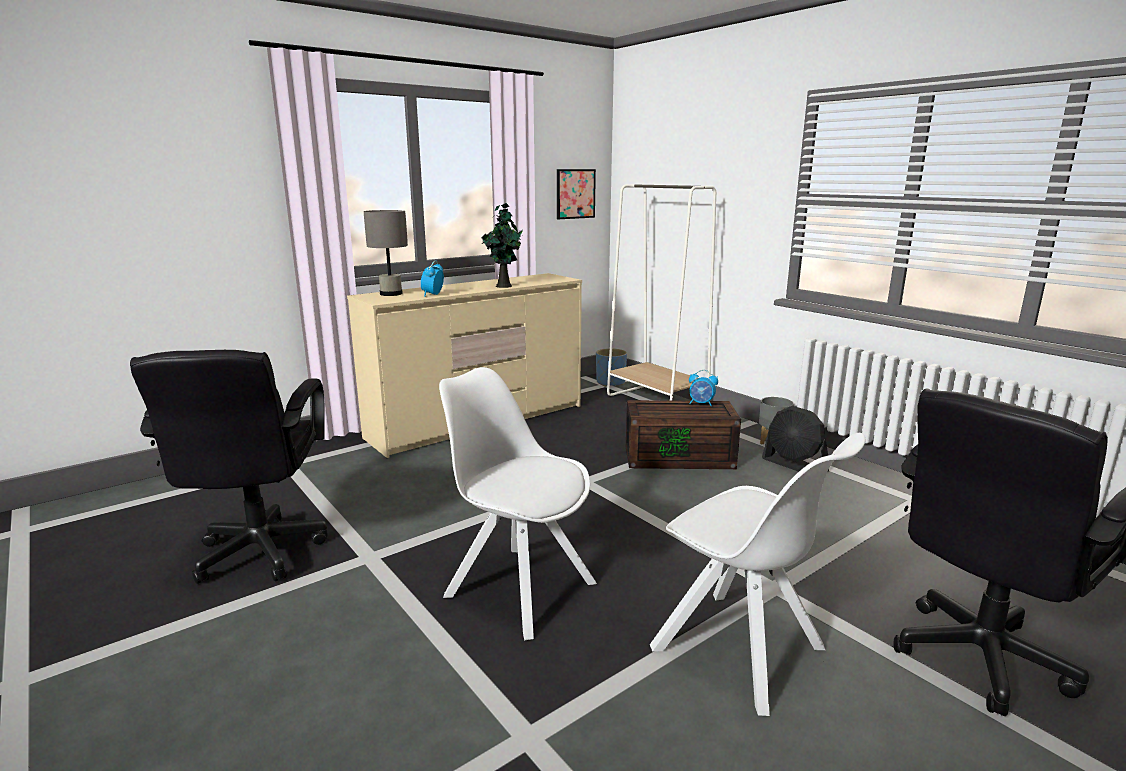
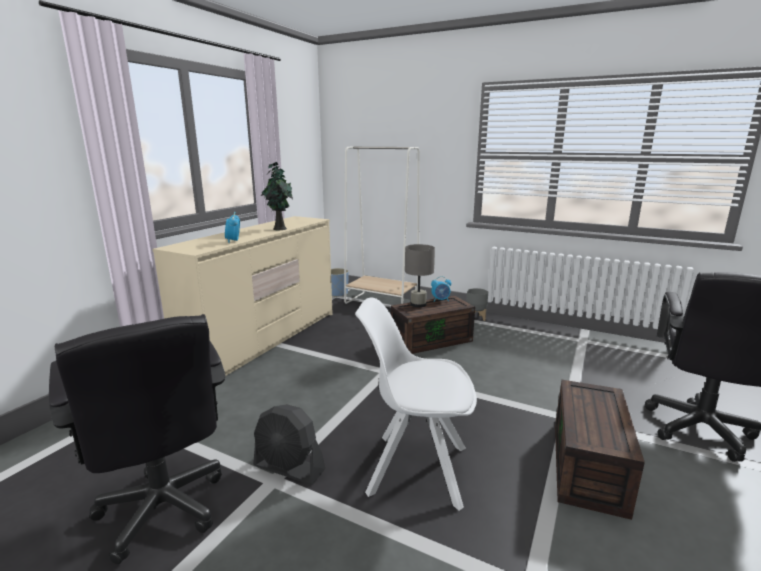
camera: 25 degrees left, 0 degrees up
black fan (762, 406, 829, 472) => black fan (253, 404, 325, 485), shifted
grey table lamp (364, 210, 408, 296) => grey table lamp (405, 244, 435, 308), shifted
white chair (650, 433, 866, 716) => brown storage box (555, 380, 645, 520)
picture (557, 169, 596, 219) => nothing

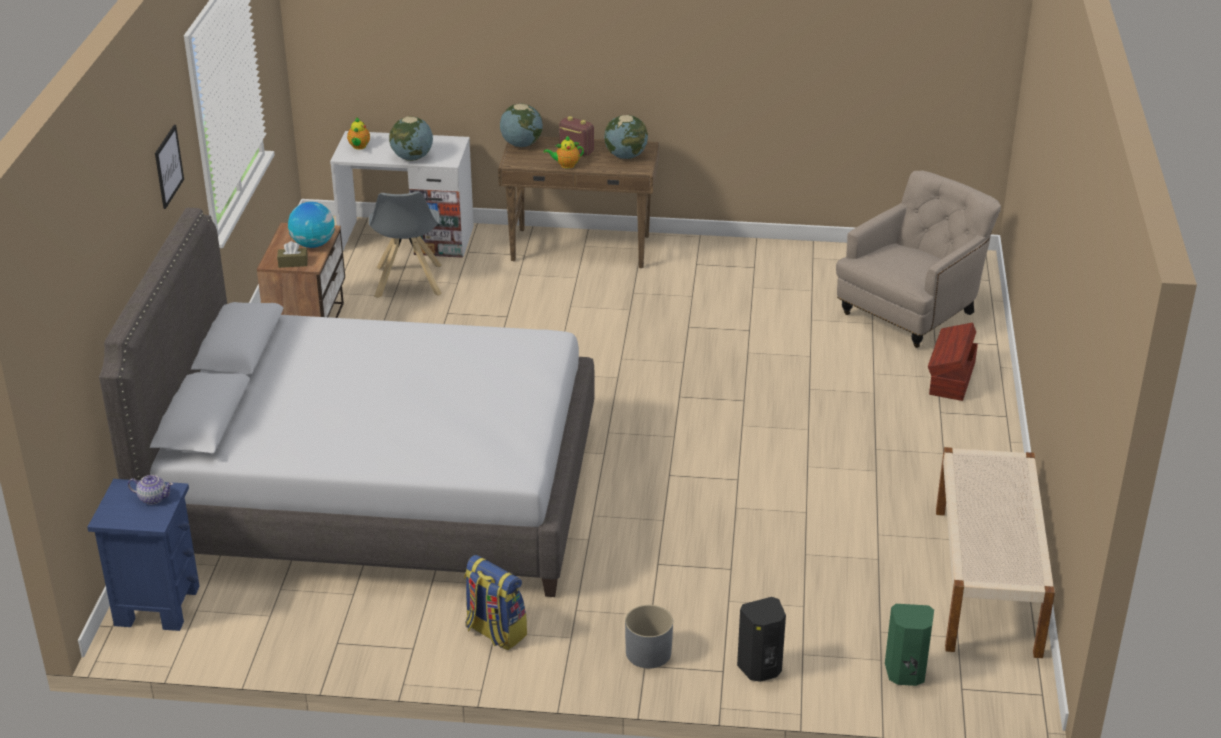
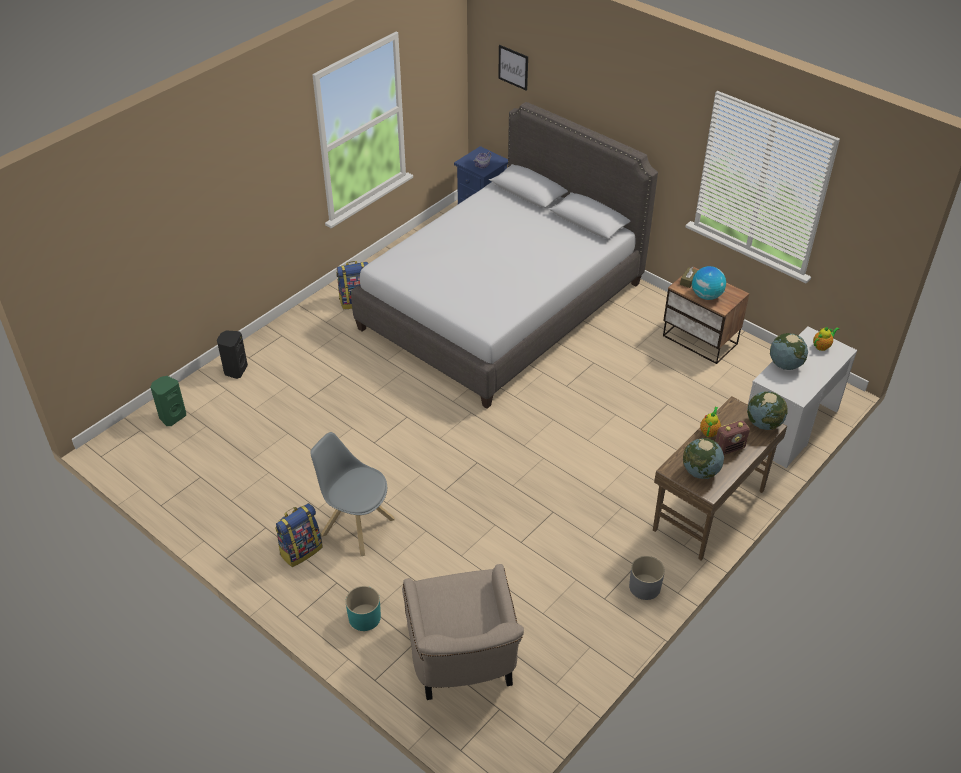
camera: 125 degrees right, 10 degrees up
nothing => backpack (275, 503, 323, 567)
grey chair (368, 192, 442, 298) => grey chair (310, 432, 395, 556), shifted
brown storage box (928, 322, 978, 401) => turquoise planter (346, 586, 381, 631)
picture (155, 125, 184, 209) => picture (498, 45, 528, 91), shifted
grey planter (625, 605, 673, 669) => grey planter (629, 556, 665, 600), shifted
teapot (347, 118, 370, 150) => teapot (813, 327, 839, 351), 105 degrees clockwise
beige bench (936, 447, 1055, 658) => nothing

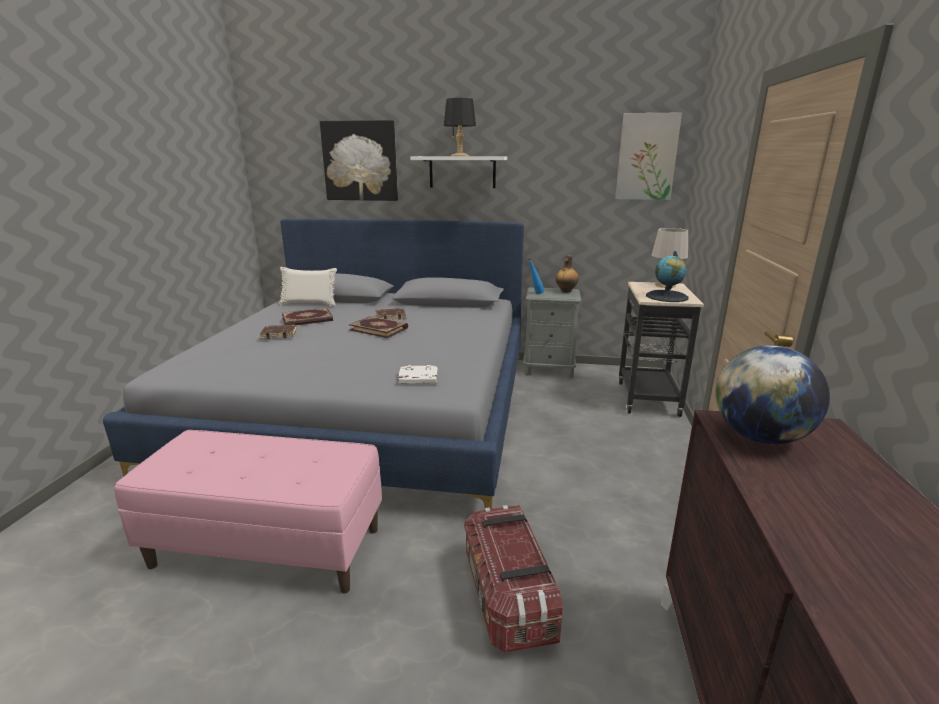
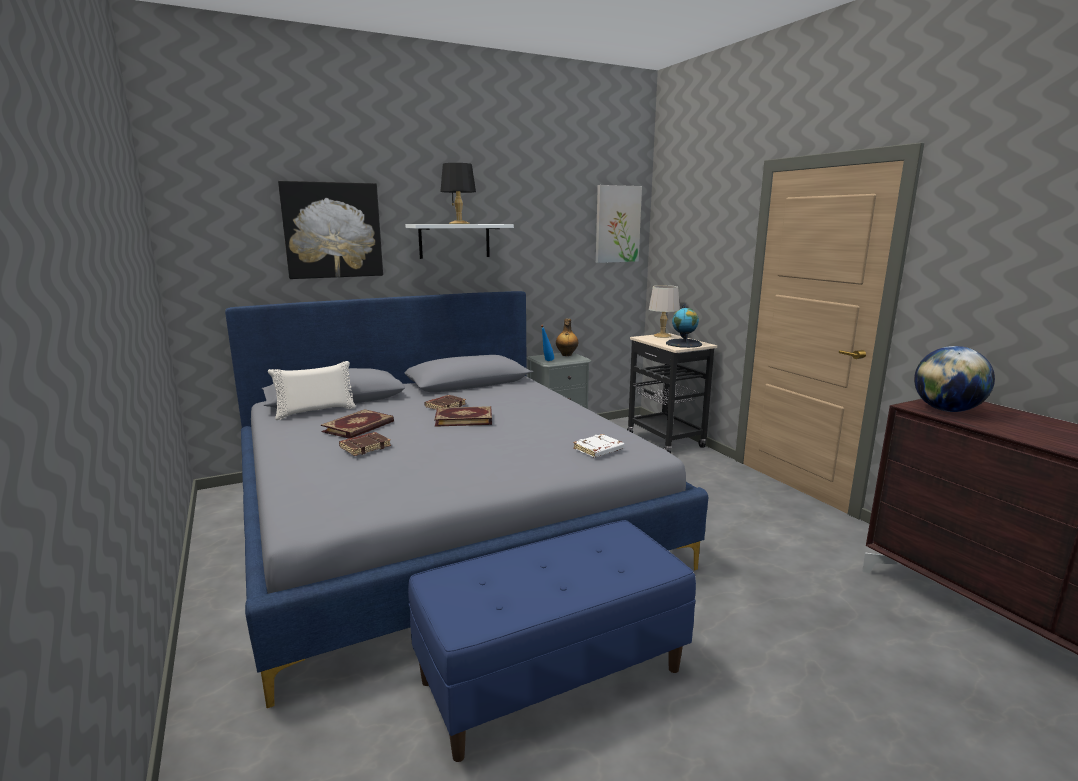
camera: 35 degrees left, 5 degrees down
pink bench (114, 430, 382, 593) => blue bench (408, 520, 696, 762)
storage box (464, 505, 563, 653) => nothing

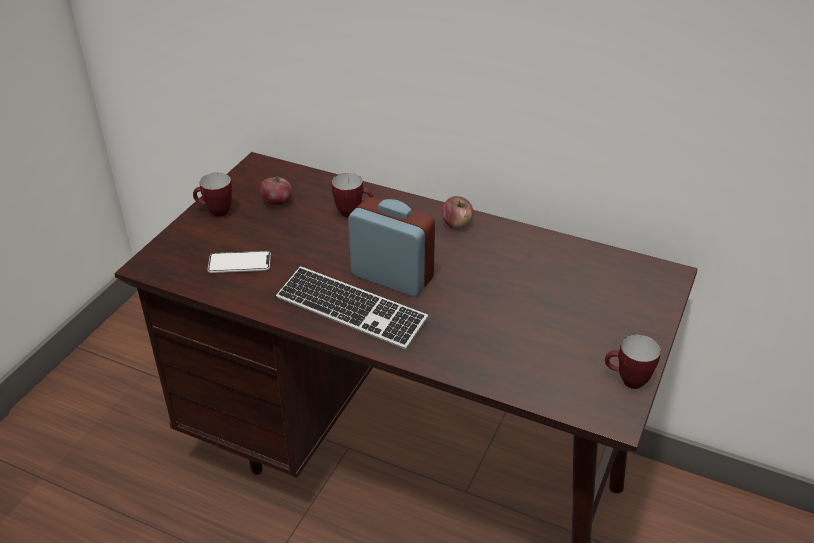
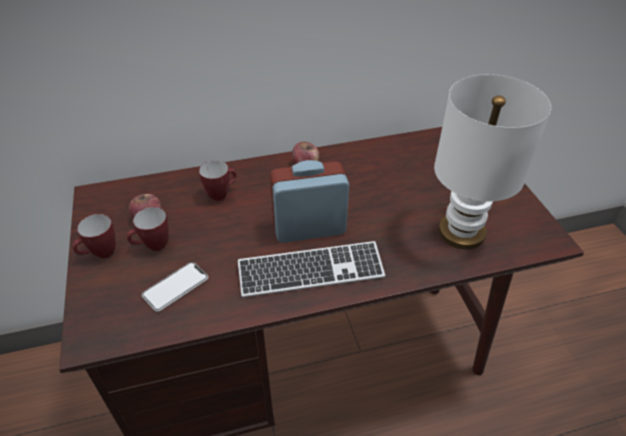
camera: 40 degrees left, 5 degrees up
mug (605, 335, 661, 389) => mug (127, 207, 169, 251), shifted
nothing => white table lamp (434, 74, 551, 250)

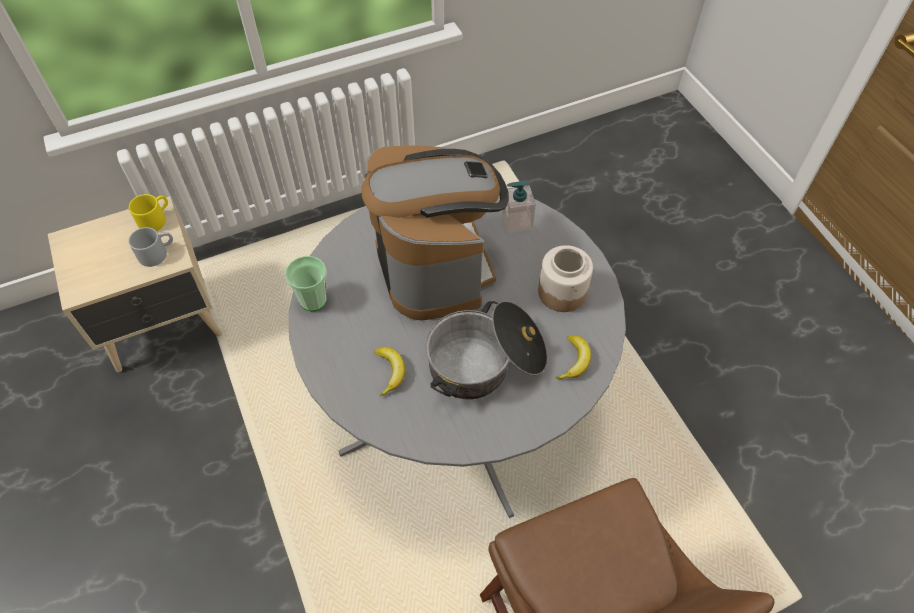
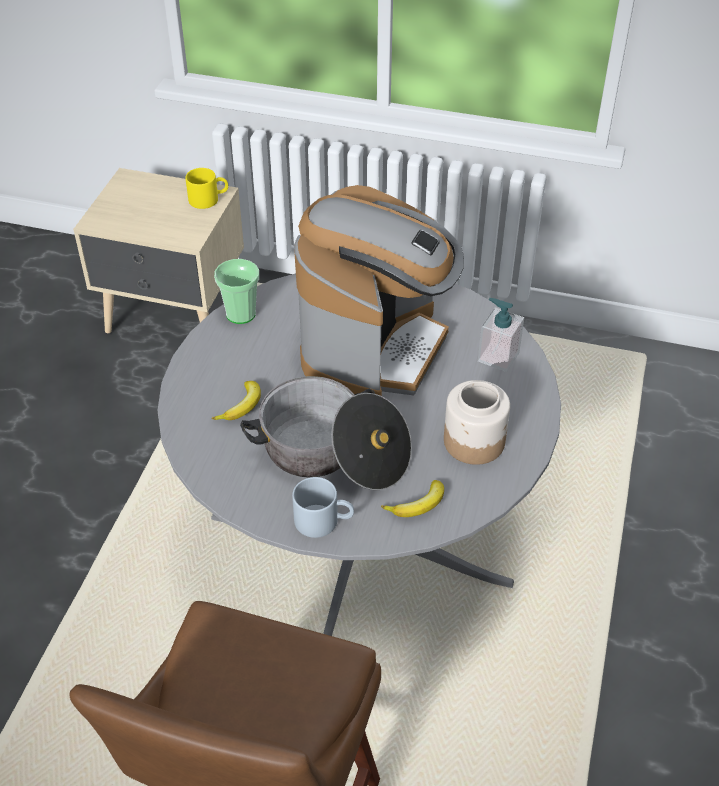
camera: 40 degrees right, 10 degrees down
grey mug (128, 227, 173, 267) => grey mug (292, 477, 354, 538), shifted

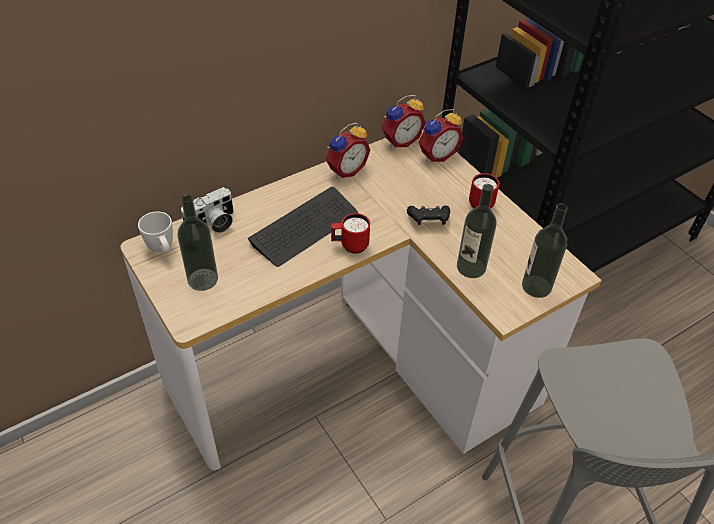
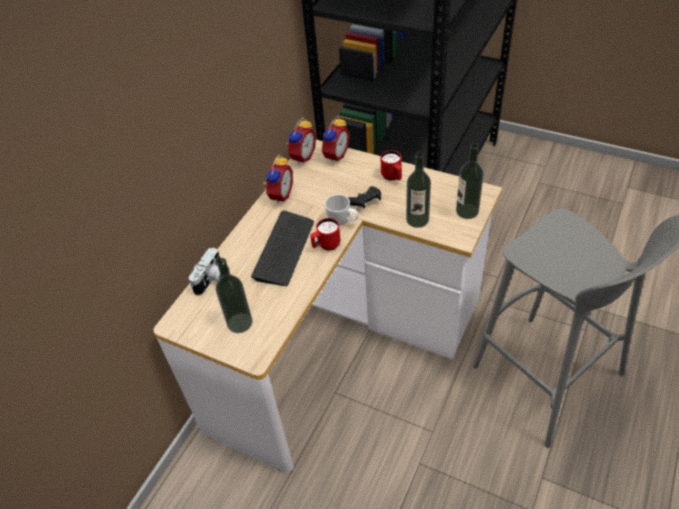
camera: 25 degrees left, 0 degrees up
white mug (138, 211, 173, 253) => white mug (325, 194, 359, 226), shifted

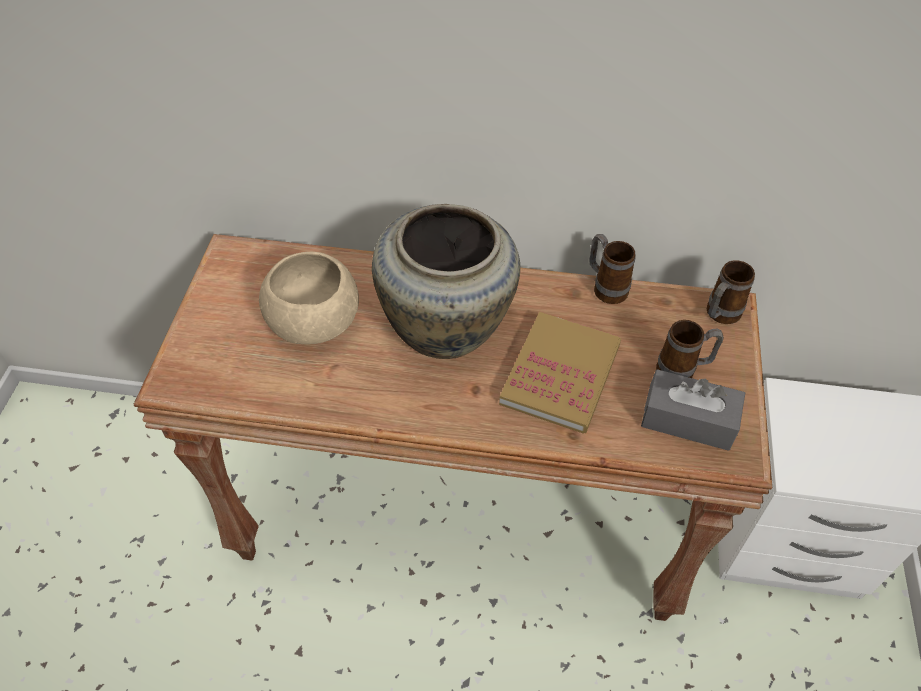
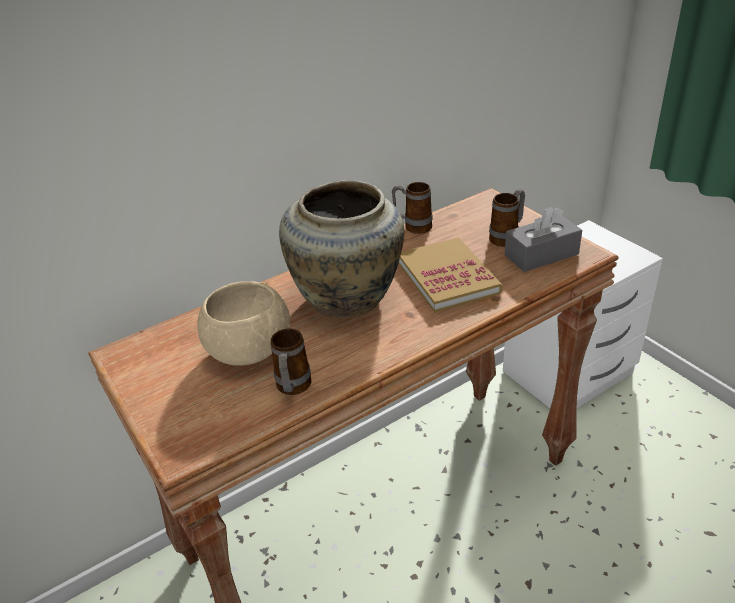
camera: 40 degrees left, 15 degrees down
mug (707, 260, 755, 324) => mug (271, 328, 311, 395), shifted

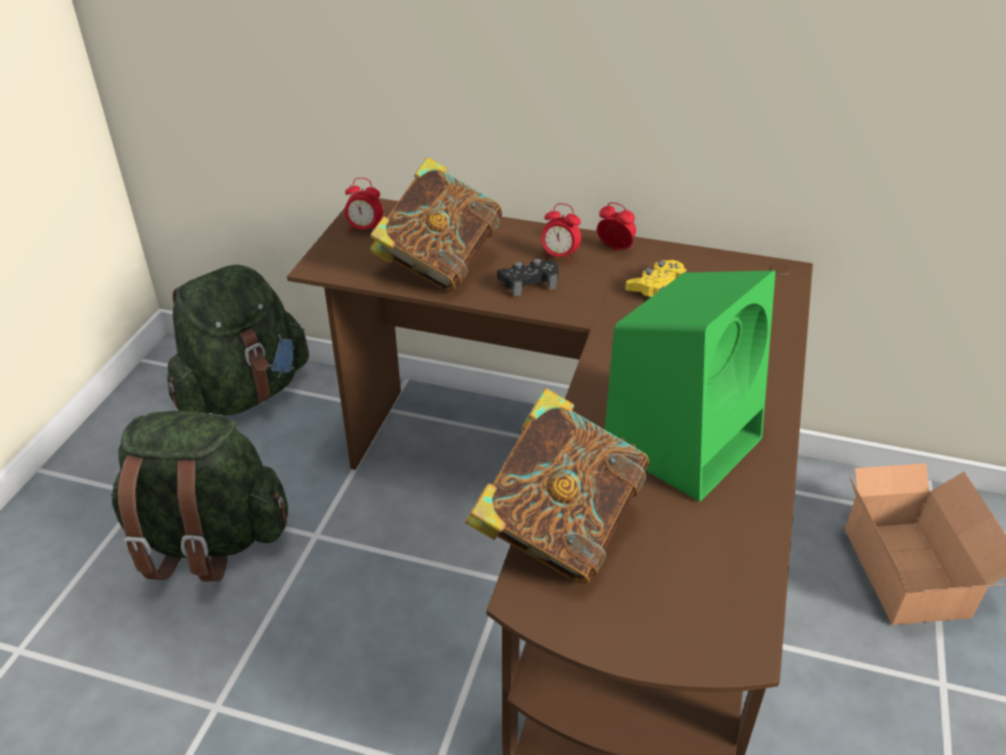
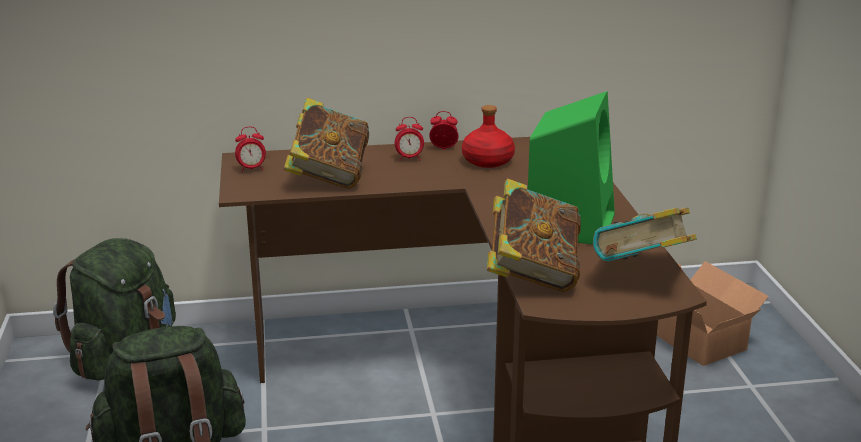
camera: 25 degrees left, 15 degrees down
yellow game controller (625, 260, 687, 296) => red bottle (462, 105, 515, 168)
nothing => book (593, 208, 697, 261)
black game controller (497, 259, 559, 297) => nothing

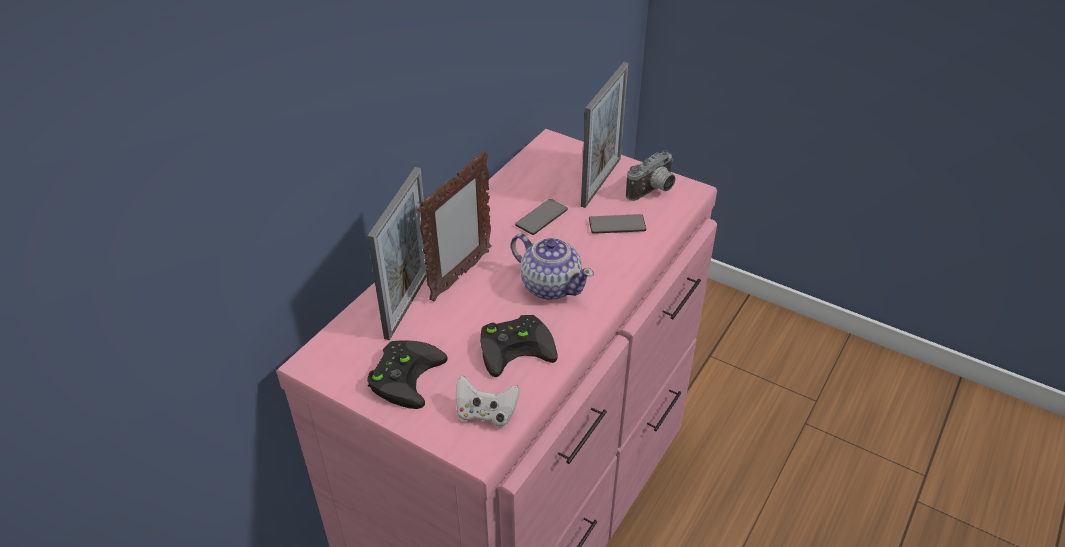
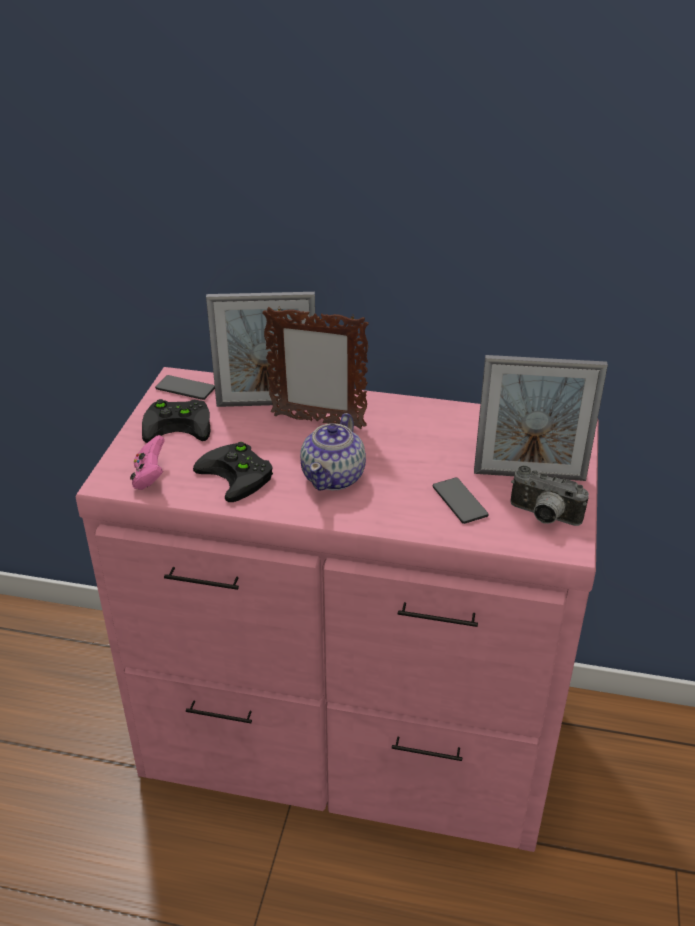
camera: 70 degrees right, 5 degrees down
white game controller (456, 376, 519, 428) => pink game controller (130, 435, 165, 490)
phone (515, 199, 568, 235) => phone (155, 375, 215, 400), shifted

